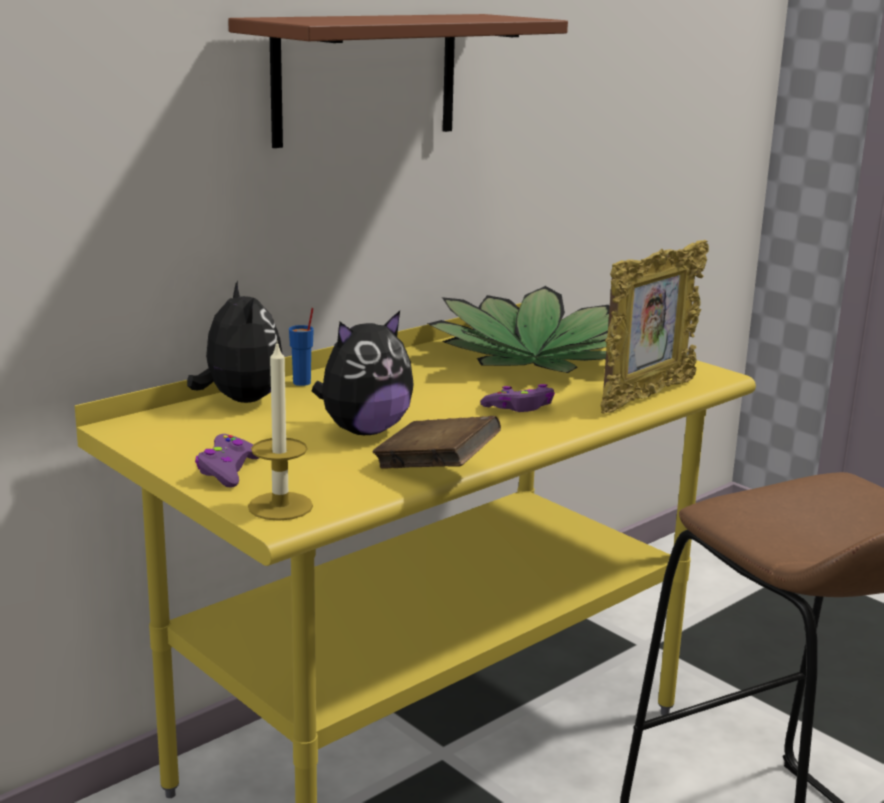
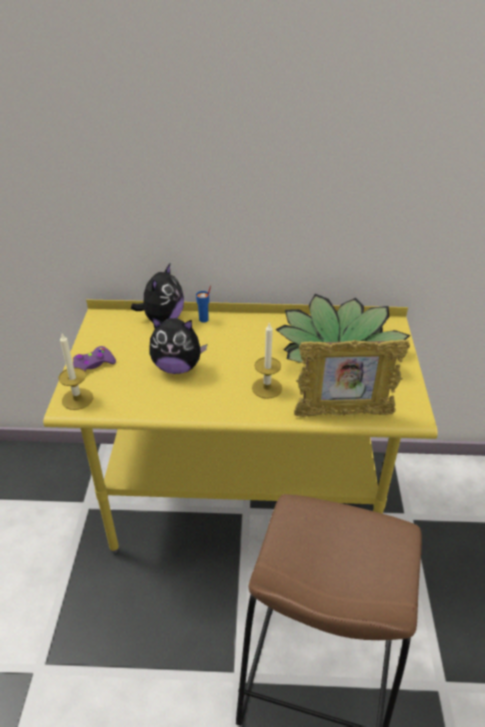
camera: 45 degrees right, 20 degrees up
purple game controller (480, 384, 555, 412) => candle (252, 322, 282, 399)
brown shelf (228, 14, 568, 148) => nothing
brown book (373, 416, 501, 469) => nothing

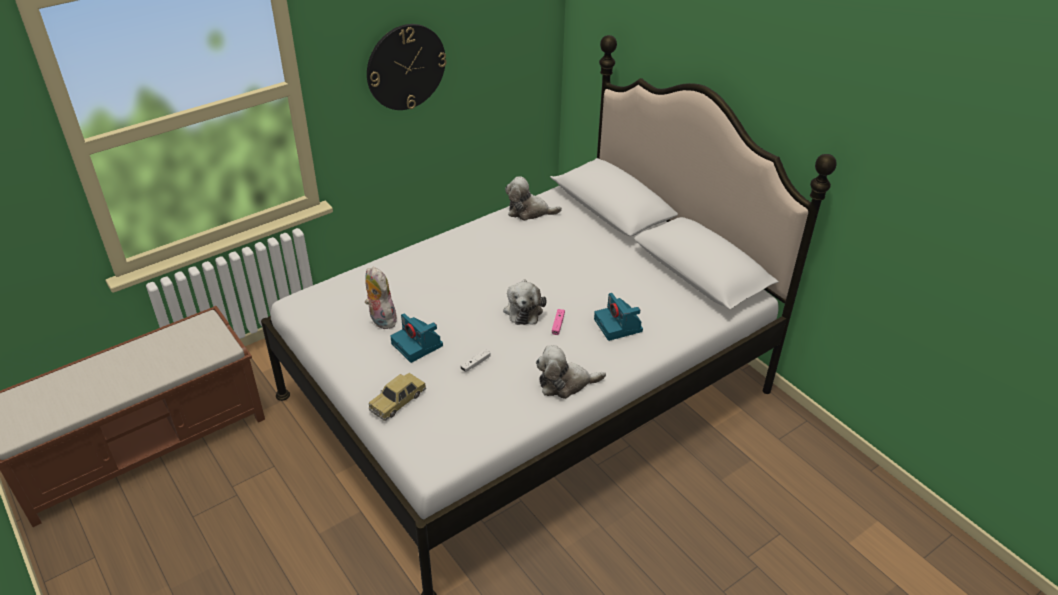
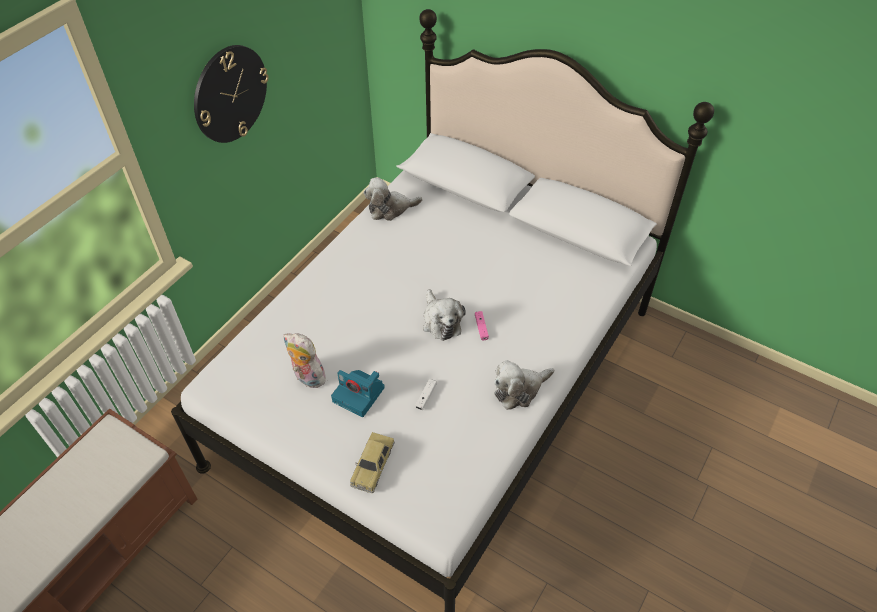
camera: 20 degrees left, 10 degrees up
photo camera (594, 293, 643, 341) => nothing

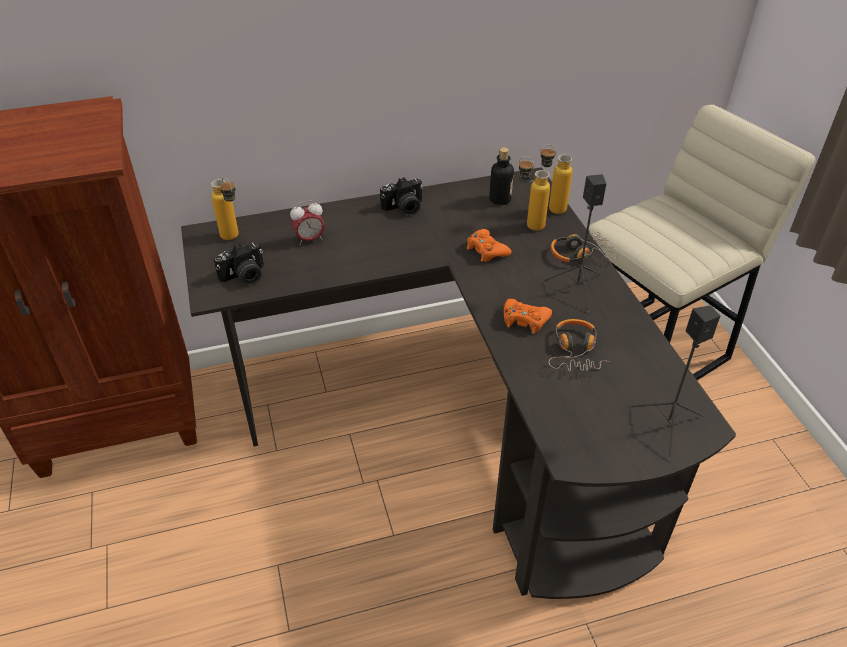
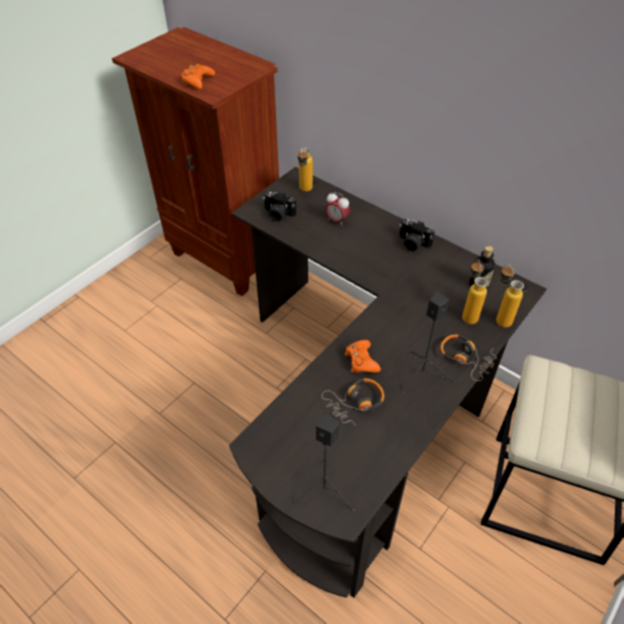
camera: 55 degrees right, 5 degrees up
orange game controller (467, 229, 511, 262) => orange game controller (181, 64, 215, 89), shifted

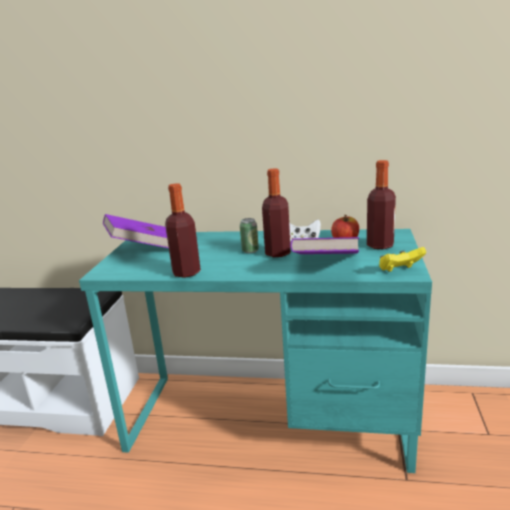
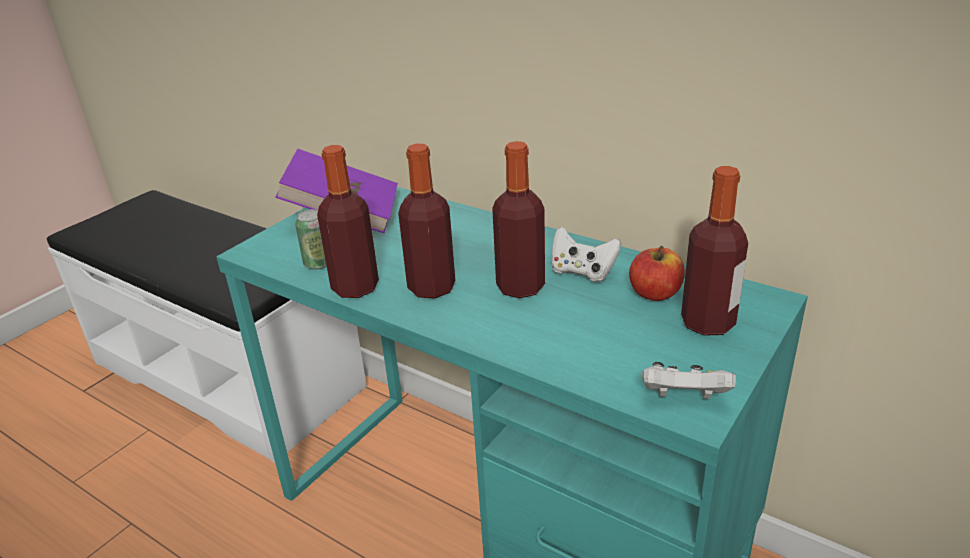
camera: 25 degrees right, 10 degrees up
can (240, 218, 259, 253) => can (295, 209, 327, 270), shifted
nothing => bottle (398, 144, 455, 299)
yellow game controller (379, 247, 426, 272) => white game controller (642, 362, 736, 399)
purple book (290, 237, 359, 254) => nothing

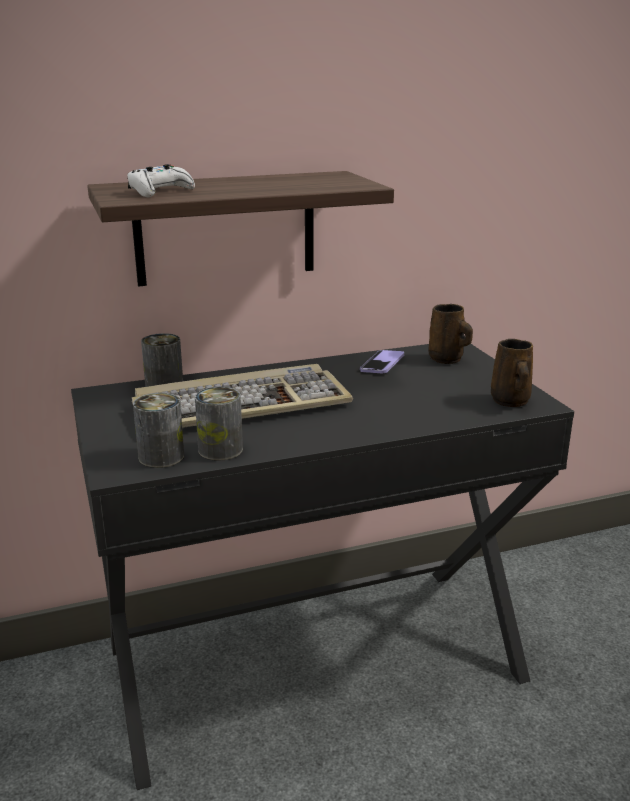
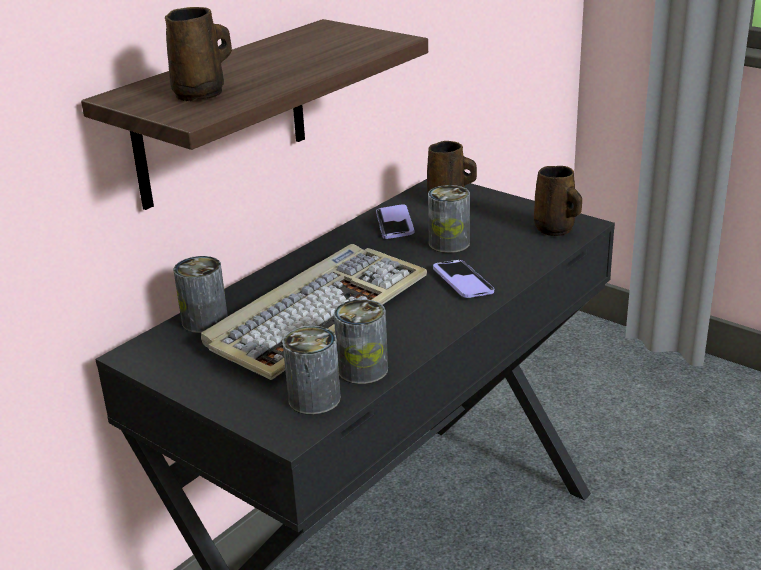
camera: 30 degrees left, 5 degrees up
white game controller (127, 164, 195, 197) => brown mug (165, 7, 232, 102)
nothing => can (428, 185, 470, 253)
nothing => phone (433, 260, 494, 298)

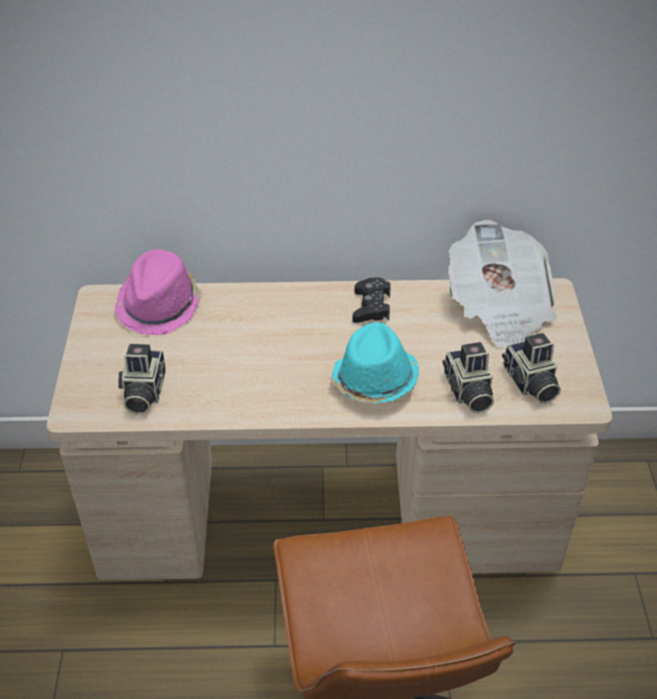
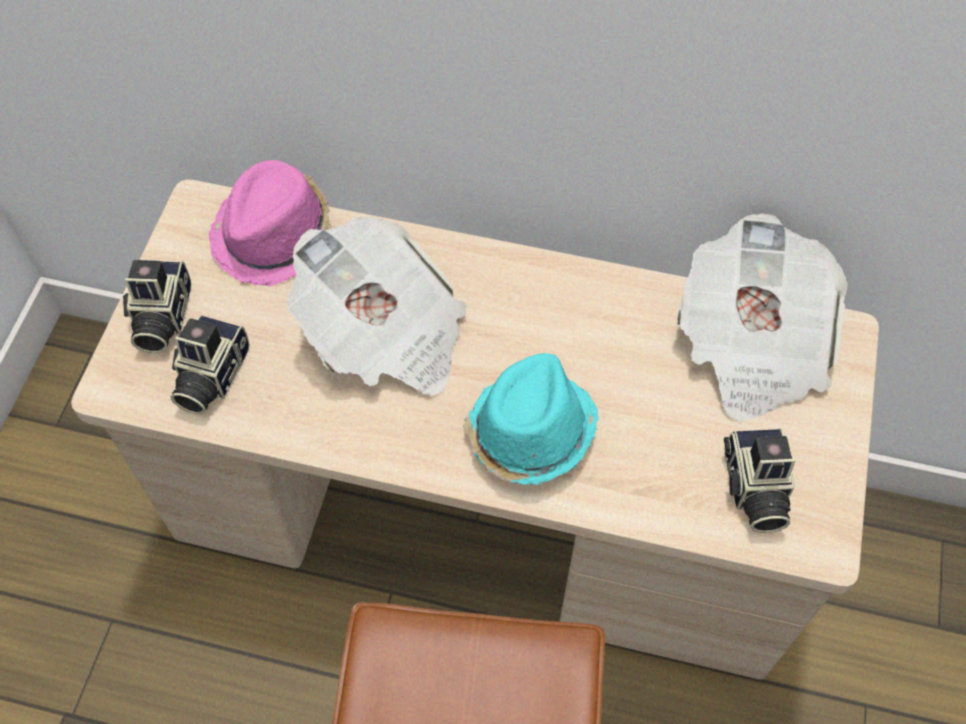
camera: 15 degrees right, 15 degrees up
photo camera (442, 342, 494, 413) => photo camera (123, 260, 191, 353), shifted
nothing => newspaper (287, 217, 467, 396)
black game controller (352, 277, 391, 323) => nothing

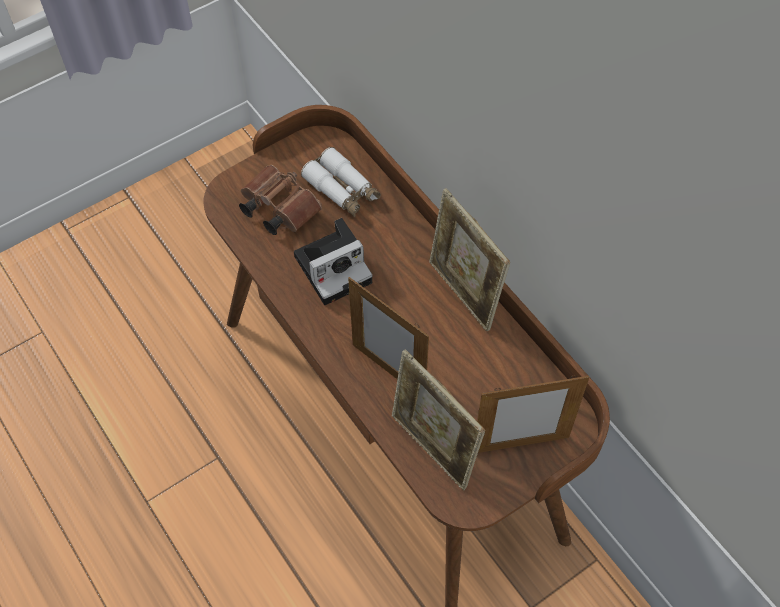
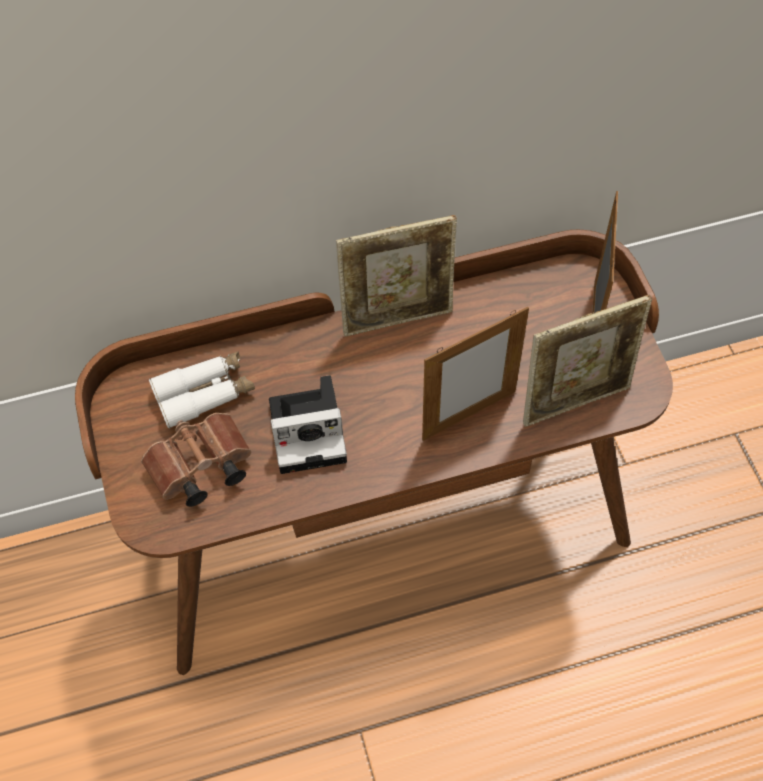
camera: 70 degrees left, 0 degrees up
photo camera (294, 218, 372, 305) => photo camera (269, 375, 347, 474), 90 degrees clockwise

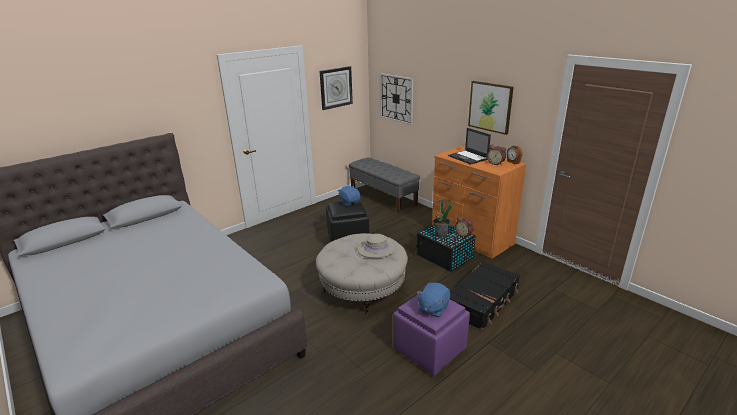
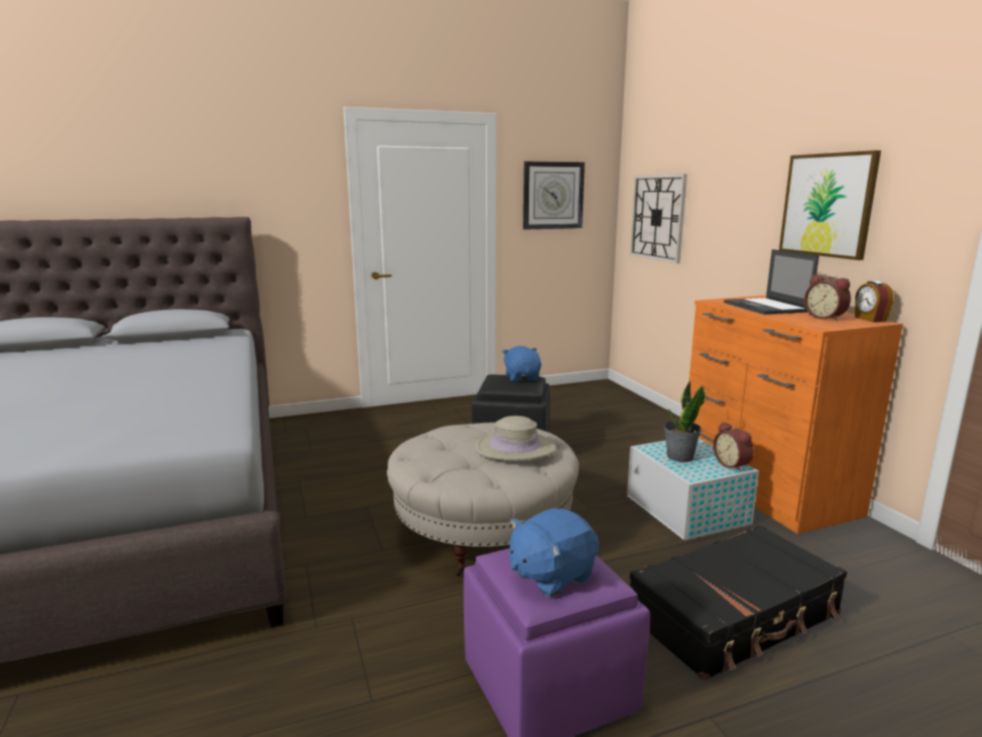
camera: 20 degrees right, 10 degrees down
black storage box (416, 224, 475, 272) => white storage box (627, 438, 759, 540)
grey bench (349, 157, 420, 213) => nothing

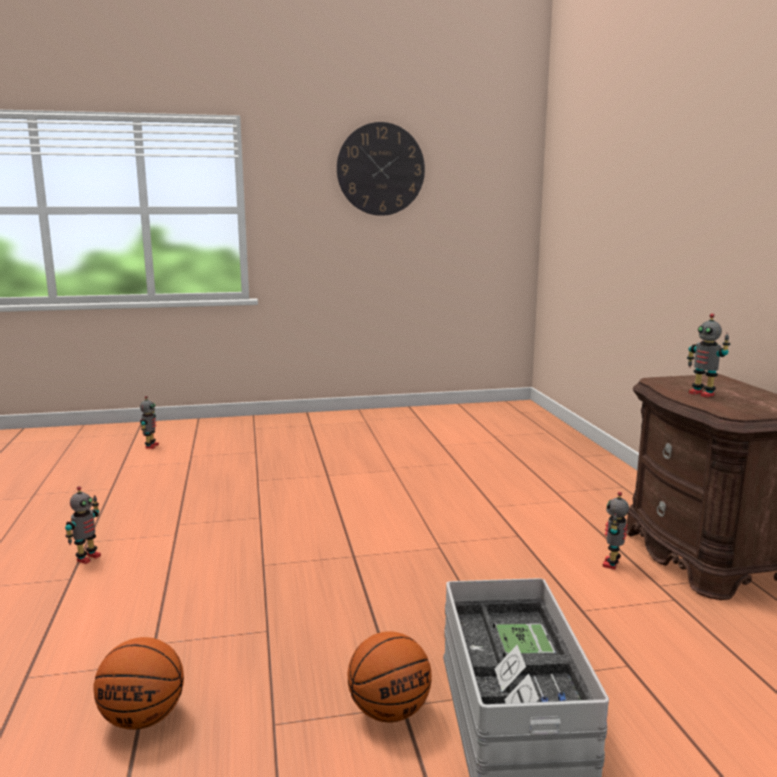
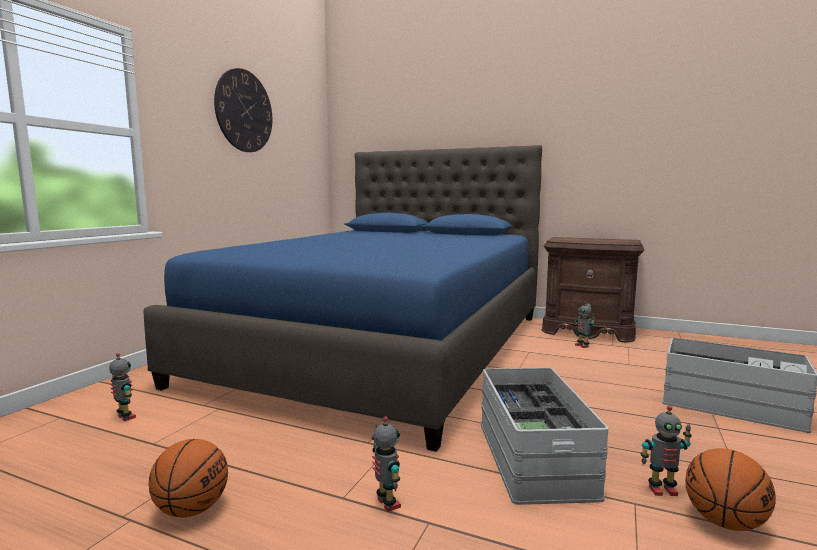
camera: 55 degrees left, 5 degrees down
nothing => blue bed (143, 145, 542, 452)
basketball (348, 631, 431, 723) => basketball (149, 439, 228, 517), shifted
nothing => grey storage box (481, 368, 608, 505)
toy robot (687, 313, 730, 397) => toy robot (641, 405, 692, 496), shifted

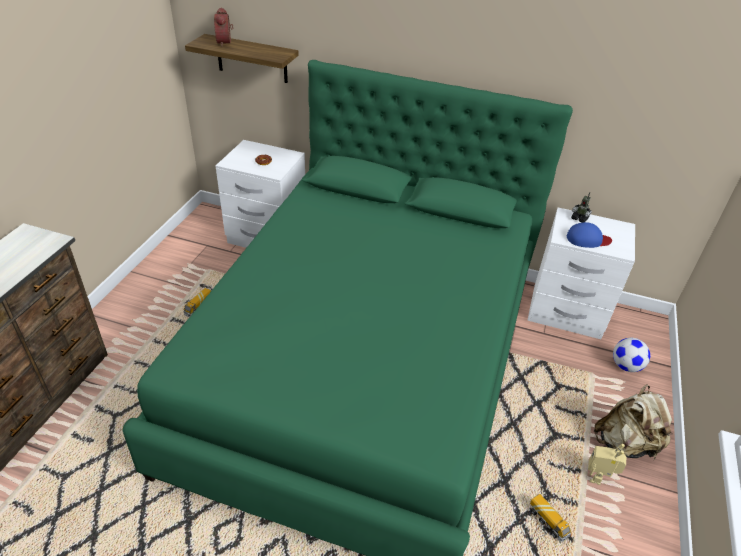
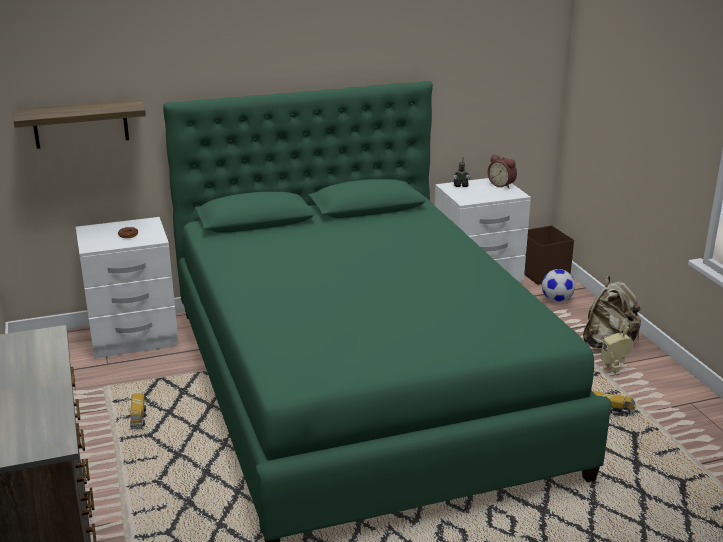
camera: 35 degrees left, 15 degrees down
alarm clock (214, 7, 233, 46) => alarm clock (488, 154, 517, 188), shifted
nothing => brown storage box (524, 225, 574, 285)
blue cap (567, 222, 612, 248) => nothing

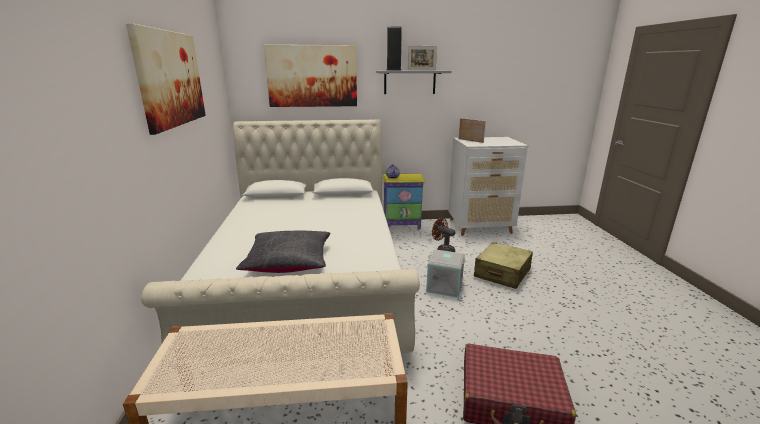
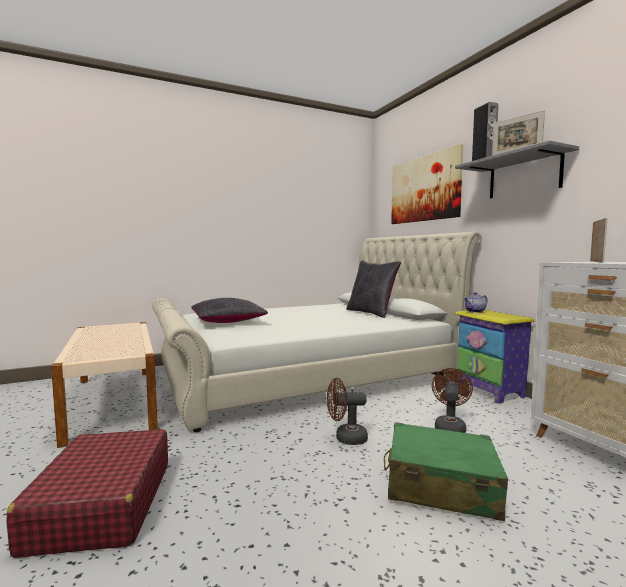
camera: 70 degrees right, 15 degrees down
grey storage box (426, 249, 465, 298) => brown fan (327, 378, 368, 445)
nothing => black pillow (346, 261, 401, 318)
beige suitcase (474, 242, 533, 289) => green suitcase (384, 422, 508, 521)
picture (126, 23, 206, 135) => nothing

